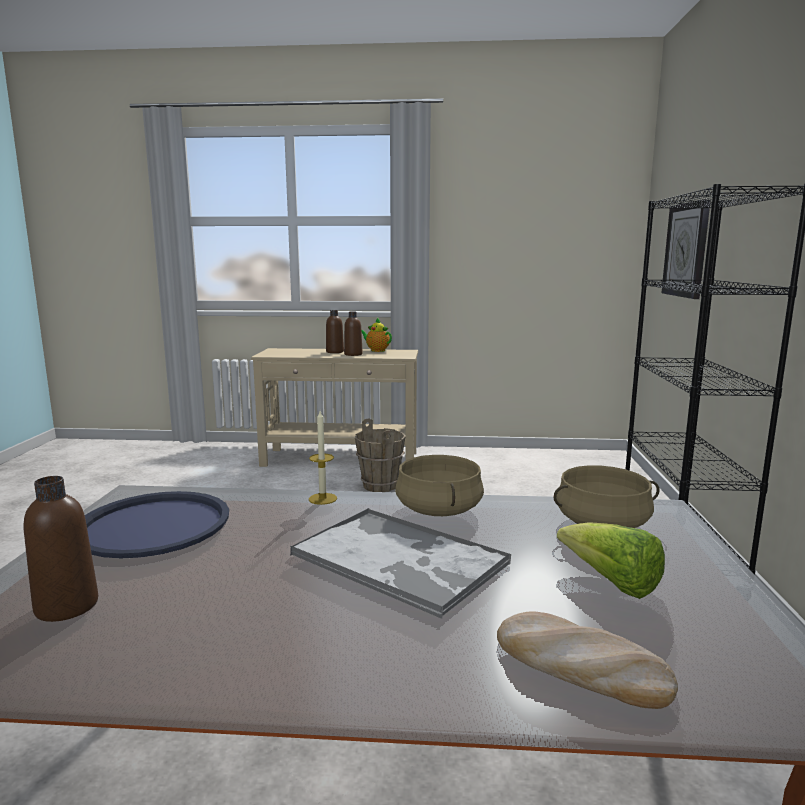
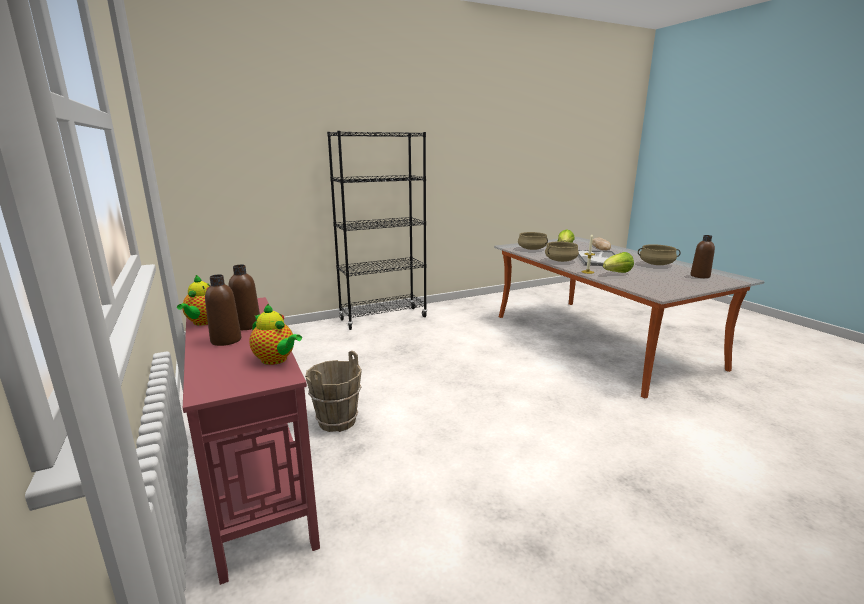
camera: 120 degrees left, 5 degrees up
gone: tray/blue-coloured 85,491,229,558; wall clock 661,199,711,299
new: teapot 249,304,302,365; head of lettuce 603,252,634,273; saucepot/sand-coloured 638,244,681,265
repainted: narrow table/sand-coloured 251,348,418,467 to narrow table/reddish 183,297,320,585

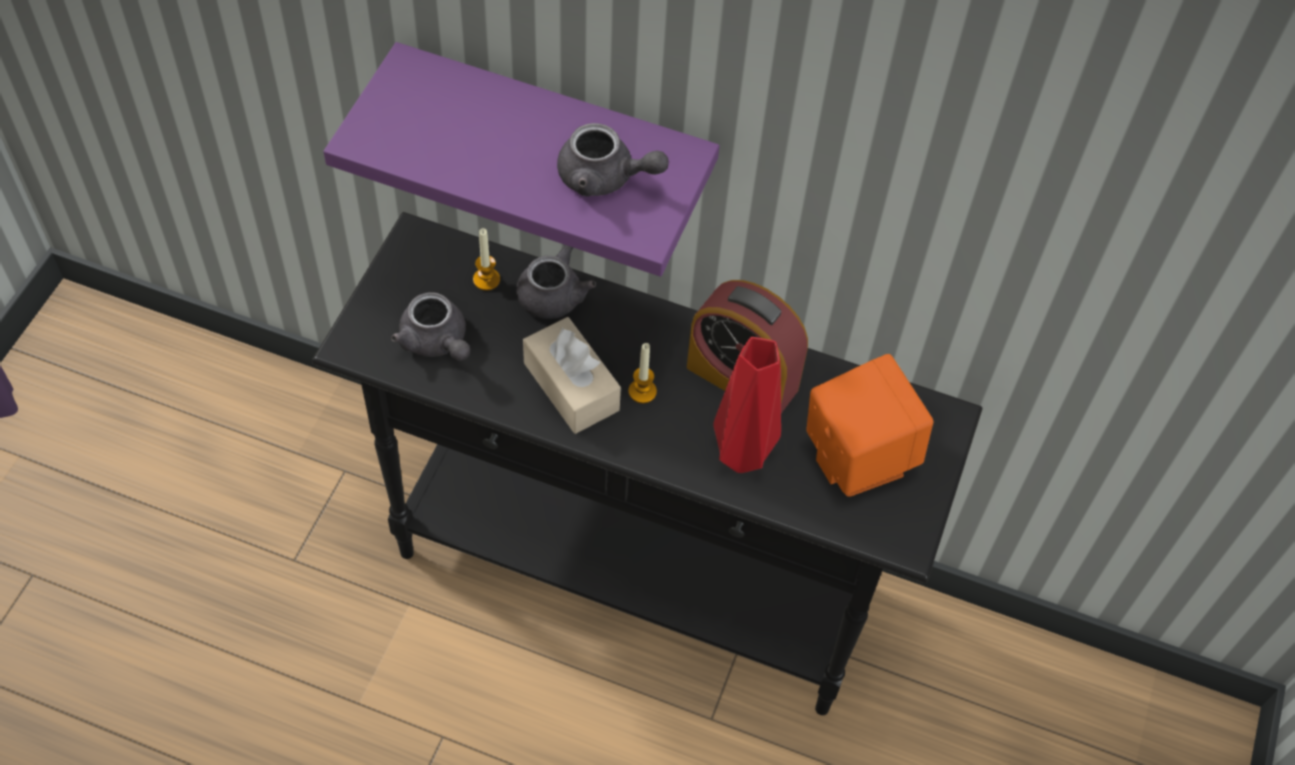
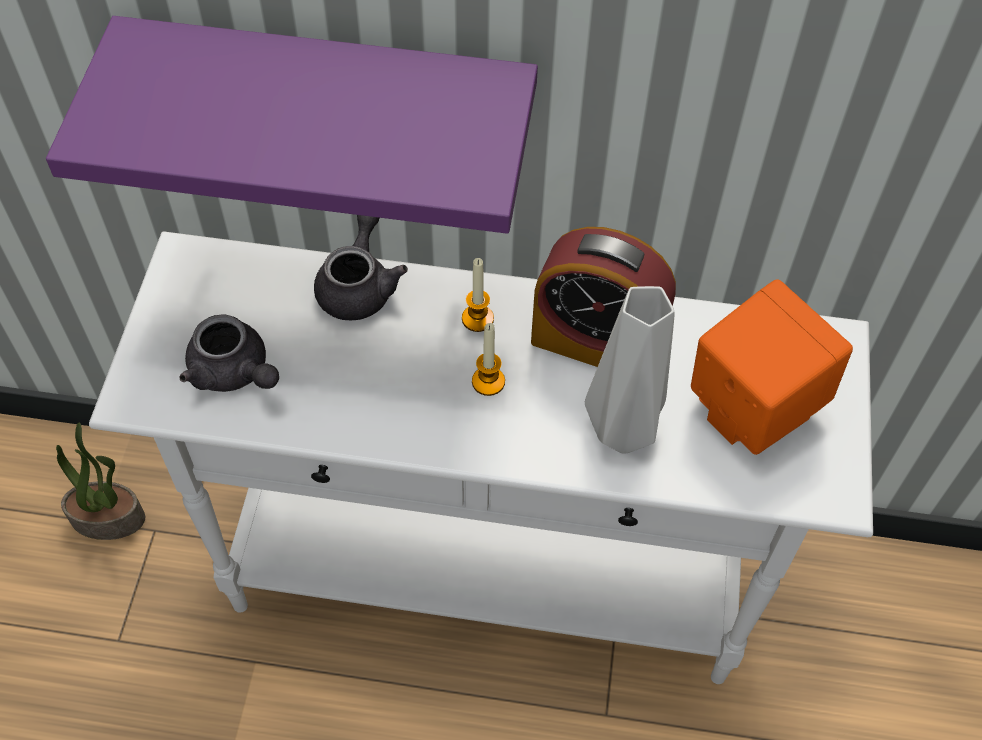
camera: 10 degrees left, 0 degrees up
gone: tissue holder/sand-coloured 523,317,621,434; teapot/gray 557,123,669,197
new: plant in a pot 56,423,145,540
shifted: candle 473,228,500,291 to 462,258,494,332
repainted: narrow table/black 312,212,983,715 to narrow table/white-coloured 89,232,873,684; decorative vase/reddish 713,337,781,473 to decorative vase/gray 585,286,675,454

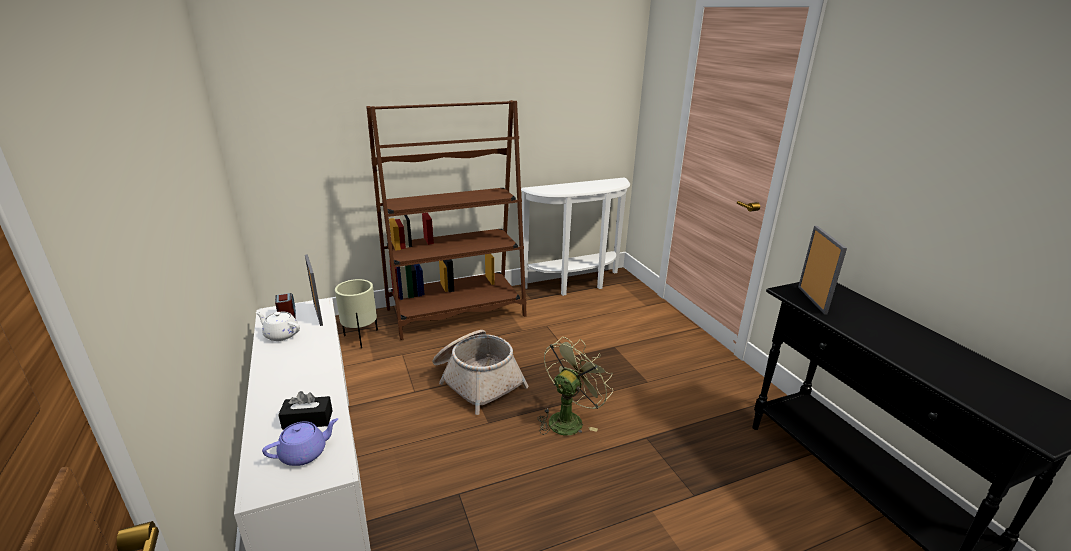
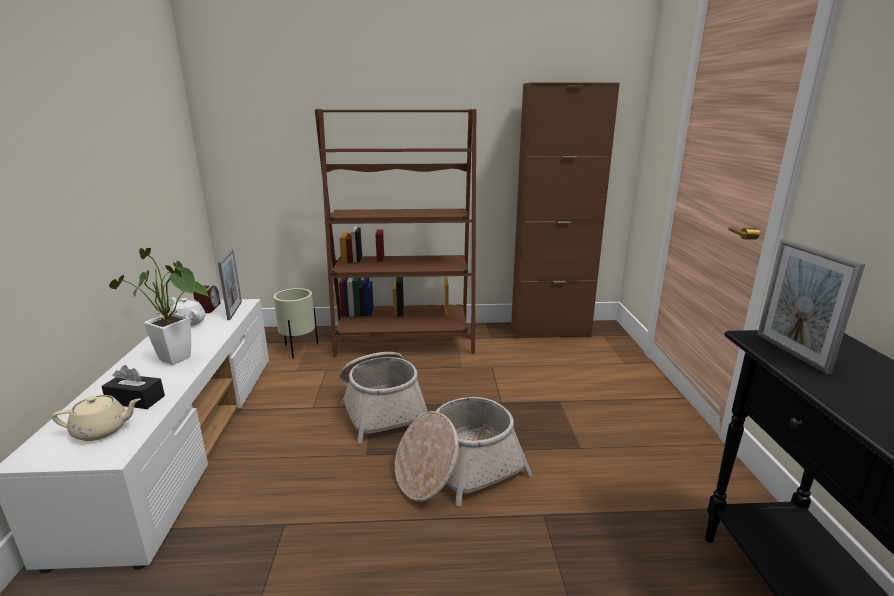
camera: 20 degrees right, 5 degrees down
new: plant in a pot 109,248,208,365
swapped: narrow table/white-coloured 521,177,630,296 to cabinet/brown-coloured 511,82,620,339; fan/green-coloured 538,337,613,436 to basket 395,397,532,507
repainted: teapot/purple 262,418,338,466 to teapot/sand-coloured 52,395,140,441
rotated: standing frame 798,226,847,315 = 757,239,865,374 150 degrees clockwise

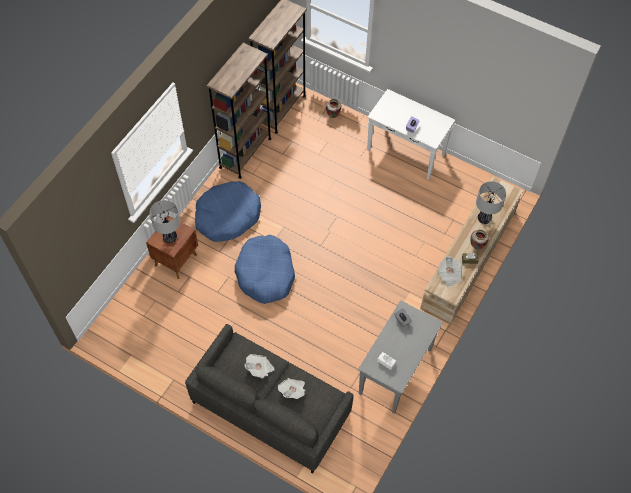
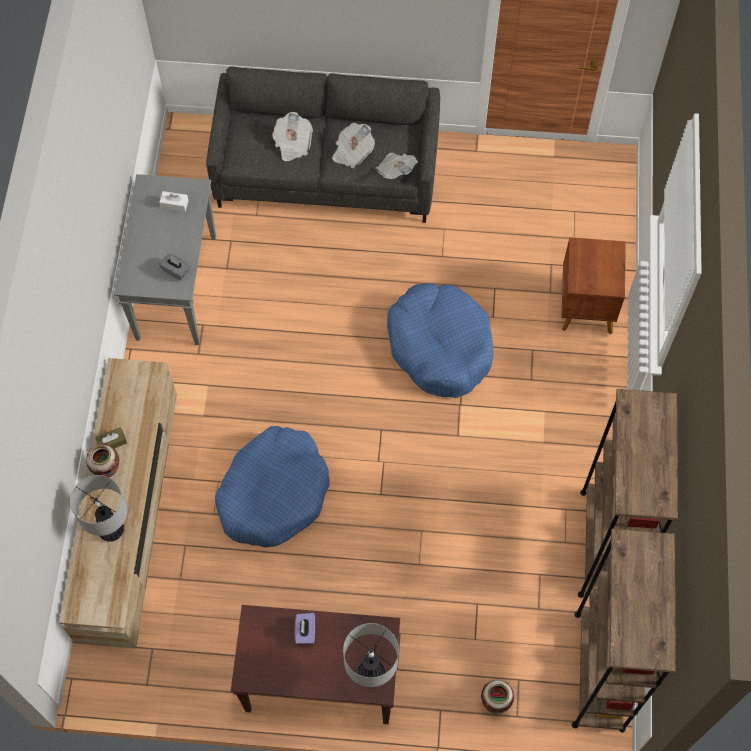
camera: 155 degrees right, 5 degrees up
shifted: table lamp 150,200,180,243 to 343,623,399,688; dog bed/blue-coloured 195,181,261,242 to 215,426,329,547; daily paper 438,256,463,288 to 375,153,418,179
repainted: narrow table/white-coloured 367,89,455,180 to narrow table/brown-coloured 231,605,400,724

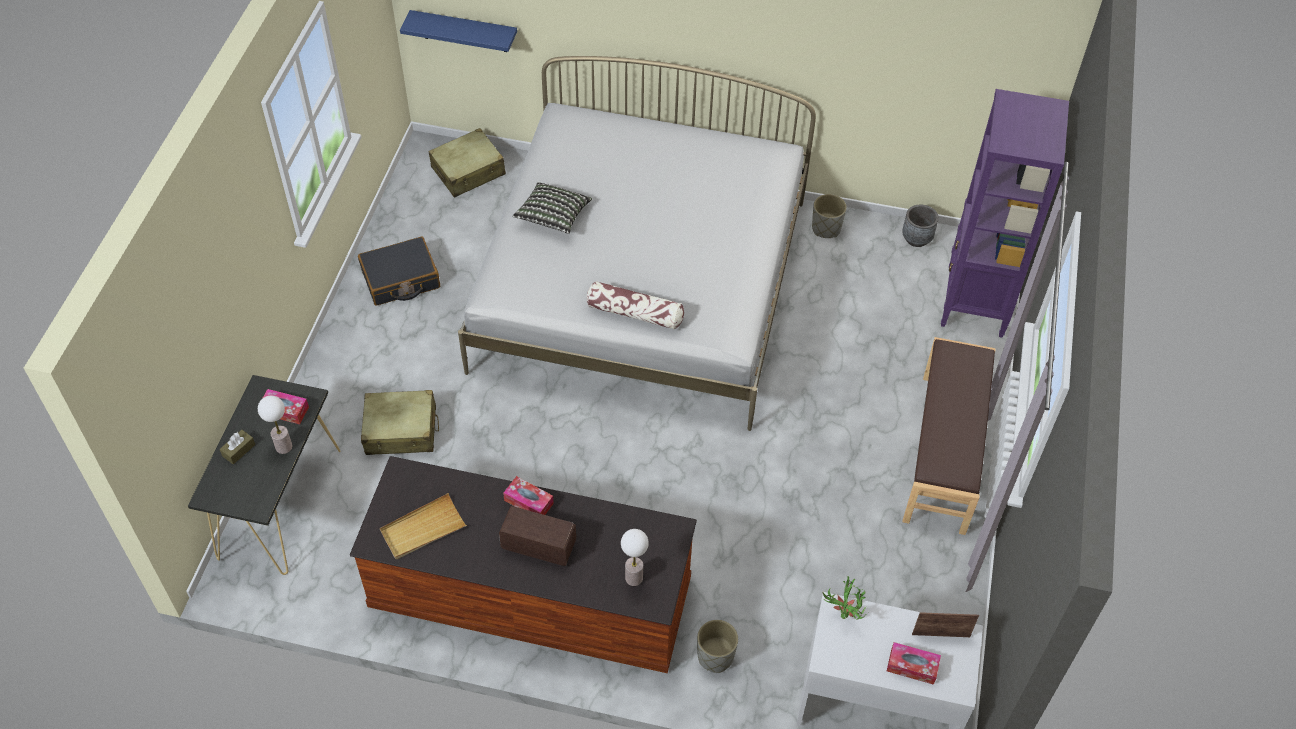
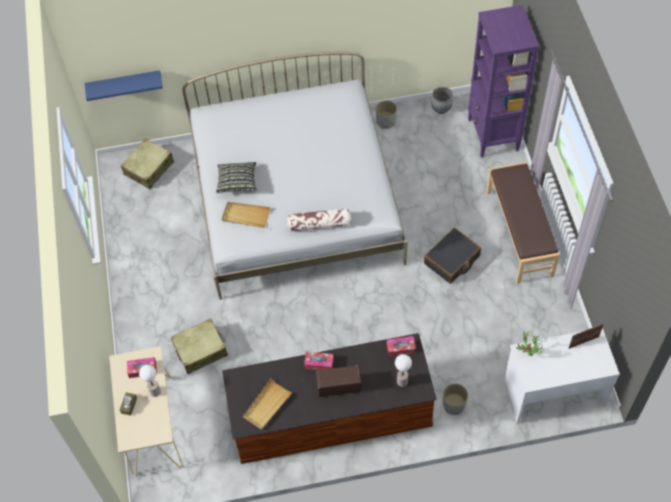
camera: 20 degrees left, 5 degrees up
new: tray/sand-coloured 222,202,270,228
shifted: travel case/black 358,237,440,306 to 424,228,481,284; tissue holder 887,642,941,685 to 386,336,416,357
repainted: narrow table/black 188,375,341,575 to narrow table/sand-coloured 109,346,182,476

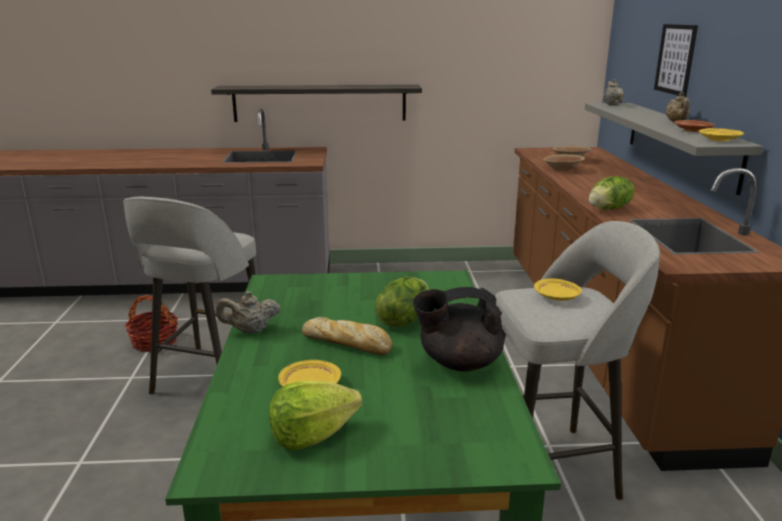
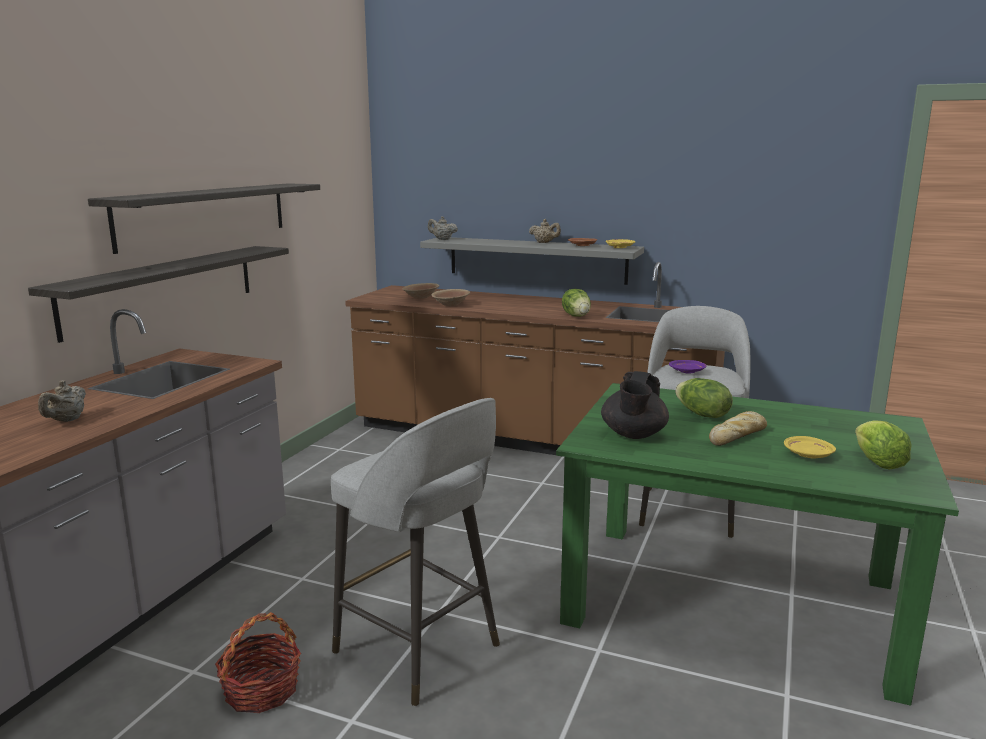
camera: 65 degrees left, 5 degrees down
gone: wall art 654,24,698,97
new: bracket shelf 88,183,320,254
shifted: teapot/sand-coloured 216,291,281,334 to 38,380,86,422; teapot/black 413,287,504,371 to 601,371,669,439
repainted: flat dish/yellowish 534,278,582,301 to flat dish/purple 669,360,707,374

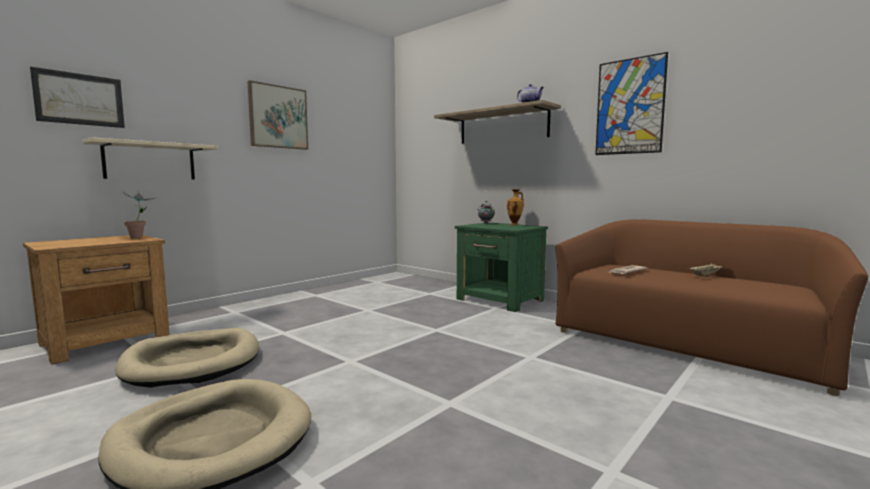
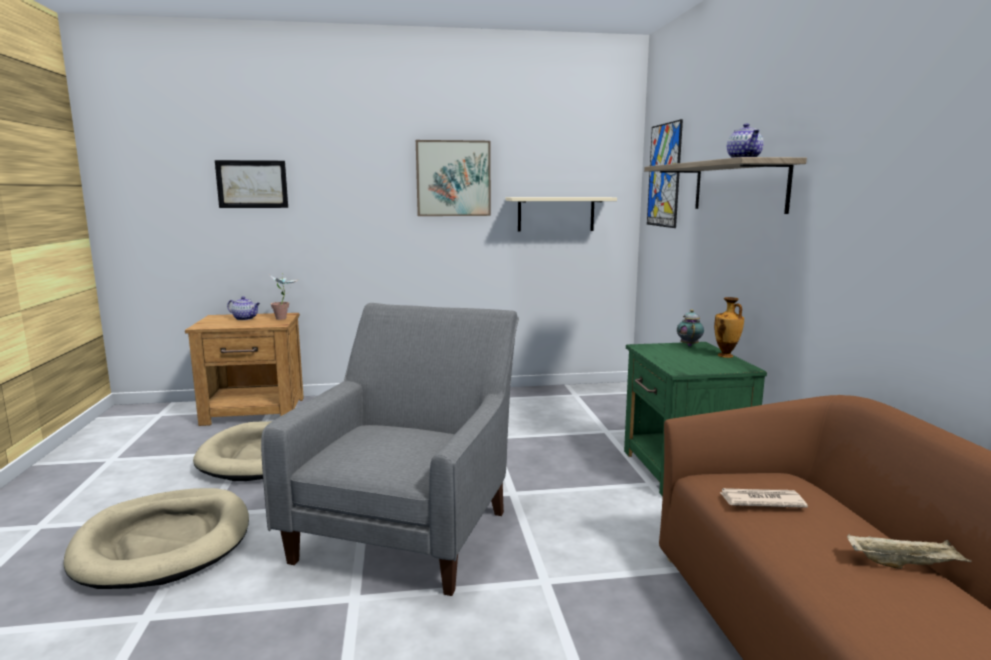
camera: 40 degrees right, 5 degrees up
new: teapot 227,296,260,320; easy chair/gray 261,303,519,596
shifted: bracket shelf/sand-coloured 82,137,218,180 to 506,197,617,232; wall art 595,52,668,155 to 647,119,683,228

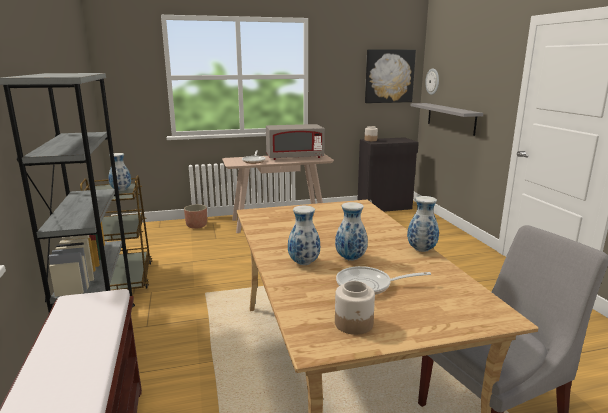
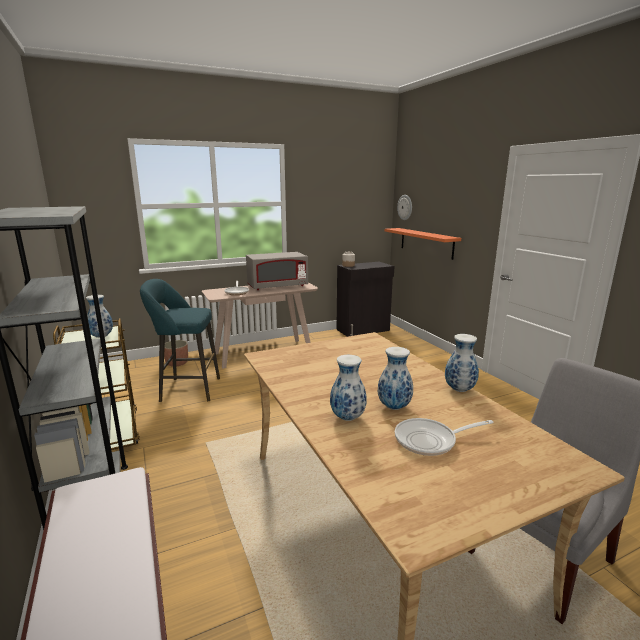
camera: 10 degrees left, 0 degrees up
gone: storage jar 335,281,375,335; wall art 365,49,416,103
new: stool/turquoise-coloured 140,279,220,402
repainted: bracket shelf/gray 410,103,483,136 to bracket shelf/orange 385,228,461,260

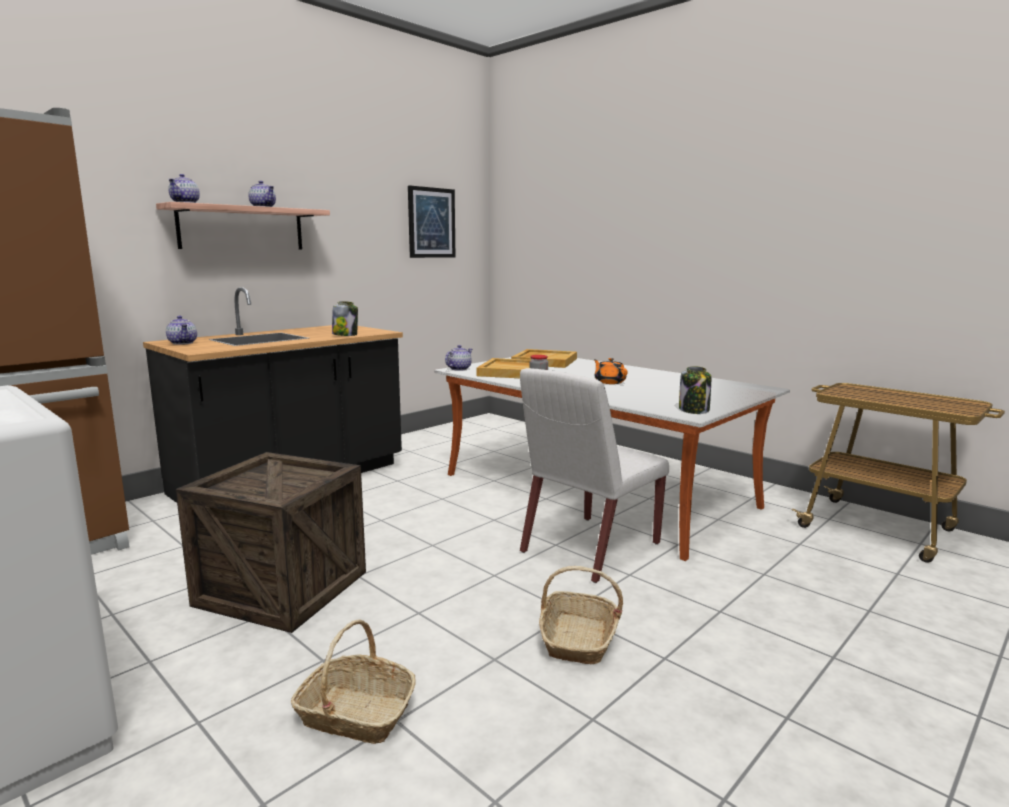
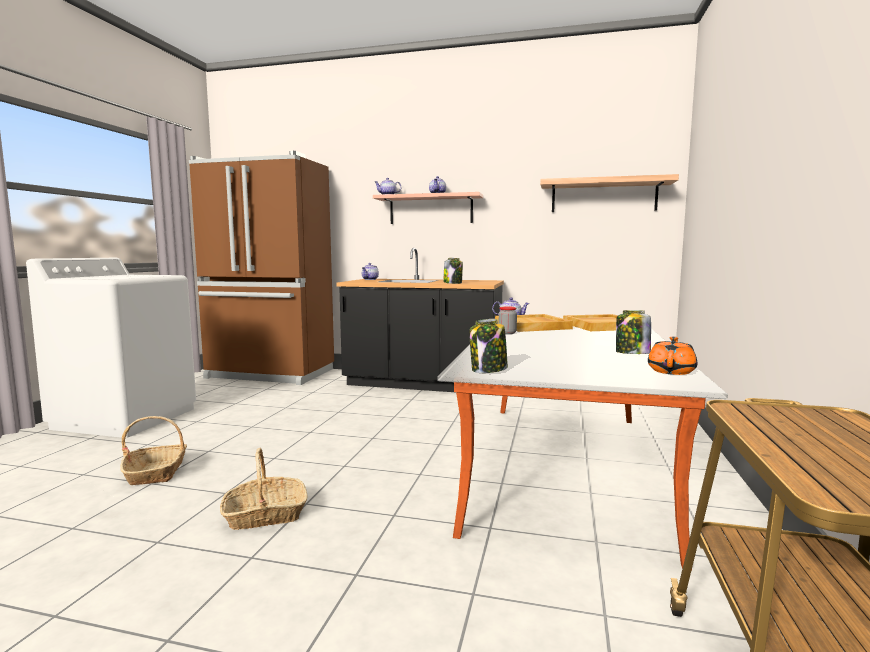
camera: 60 degrees right, 5 degrees down
gone: packing crate 176,452,366,633; upright chair/white-coloured 520,368,669,583
new: storage jar 616,310,651,354
shifted: teapot/orange 594,358,627,384 to 648,337,697,375
swapped: wall art 408,185,455,258 to bracket shelf 540,174,679,212

